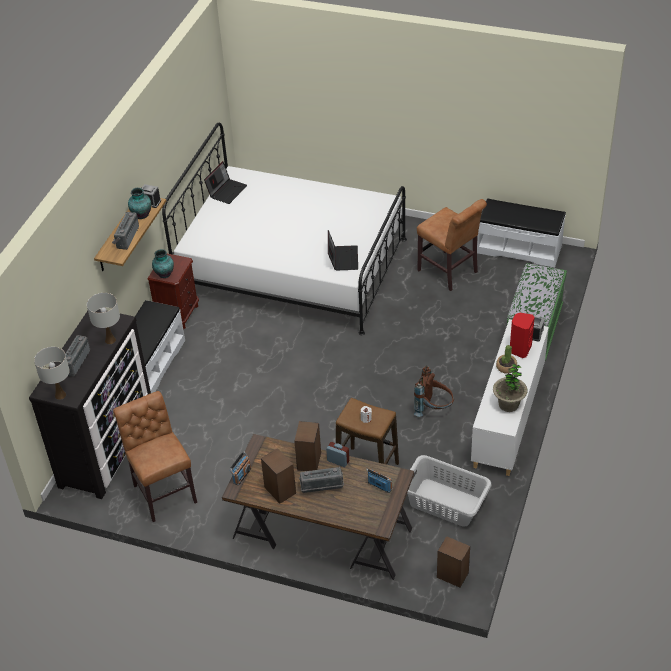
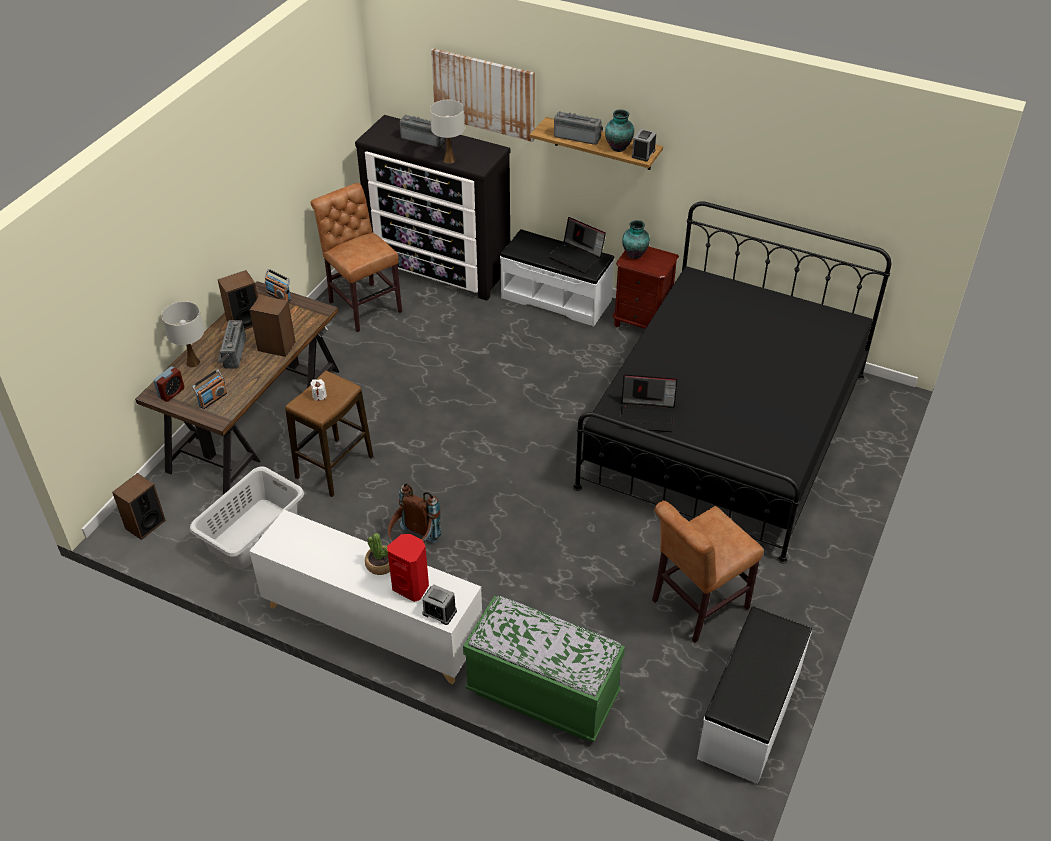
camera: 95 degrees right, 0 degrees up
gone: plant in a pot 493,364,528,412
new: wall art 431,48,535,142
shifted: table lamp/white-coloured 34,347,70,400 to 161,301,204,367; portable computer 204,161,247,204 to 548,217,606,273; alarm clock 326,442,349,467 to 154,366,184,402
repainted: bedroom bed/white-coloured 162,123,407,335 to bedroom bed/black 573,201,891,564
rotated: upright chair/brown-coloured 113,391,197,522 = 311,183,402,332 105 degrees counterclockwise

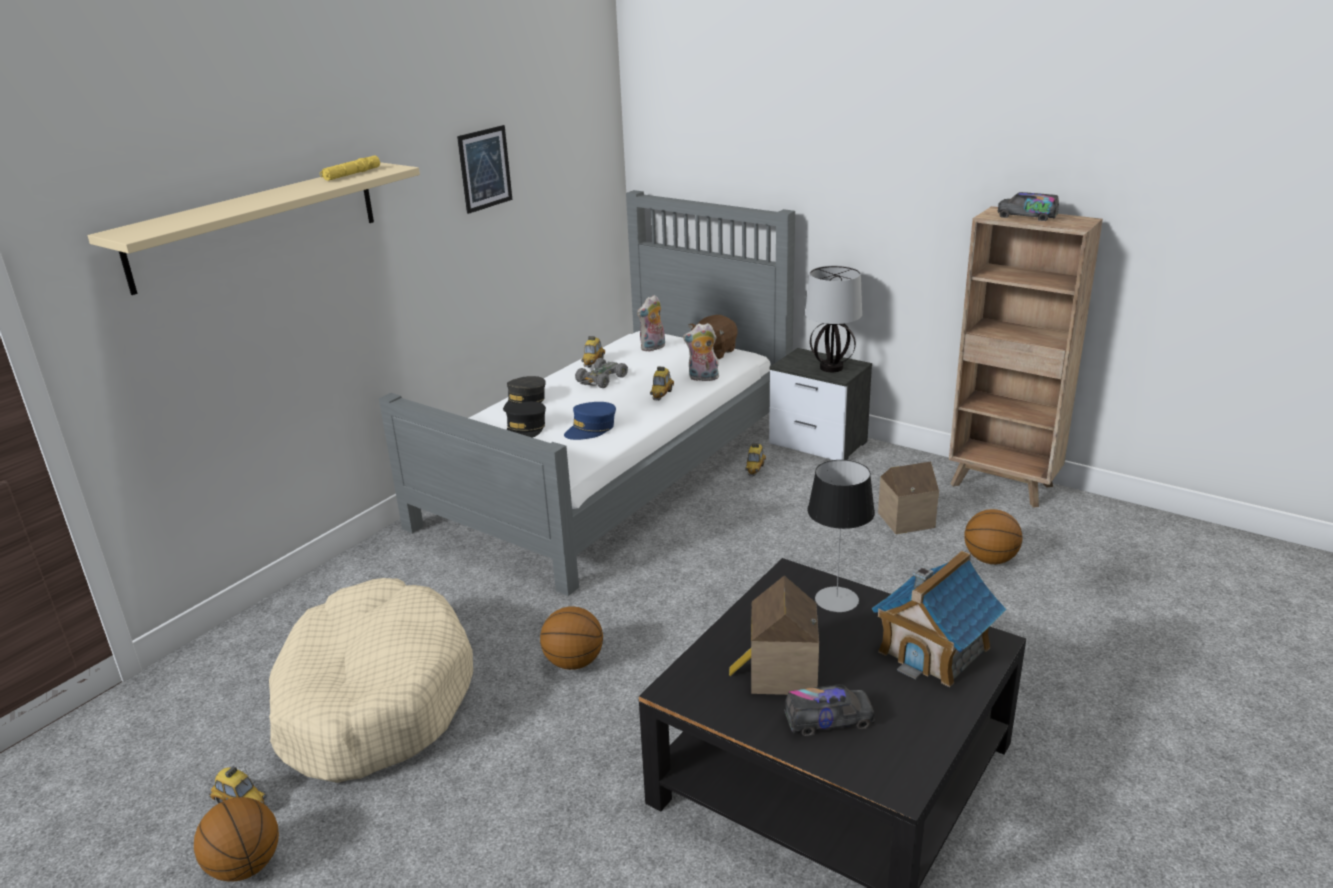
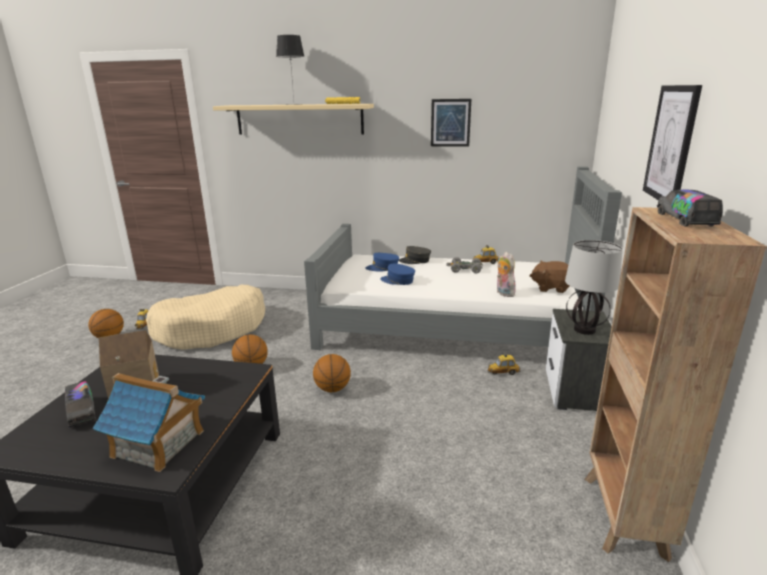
camera: 65 degrees right, 5 degrees down
gone: soft toy 637,295,665,352; model car 650,366,674,400; toy house 878,462,939,534
new: wall art 643,85,702,200
shifted: table lamp 807,460,875,612 to 276,35,304,105; ball for basketball 964,509,1022,564 to 313,354,351,392
repainted: baseball cap/black 506,401,546,438 to baseball cap/blue-coloured 365,253,399,272

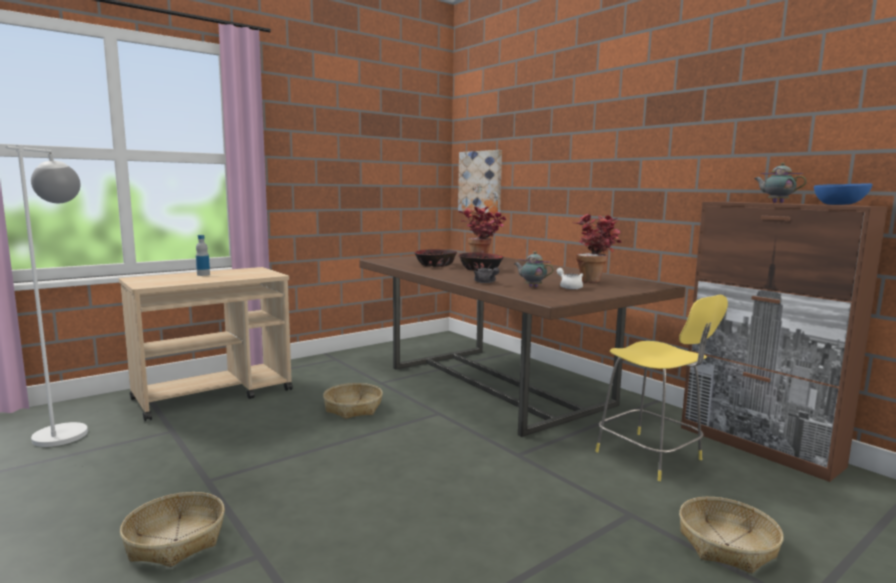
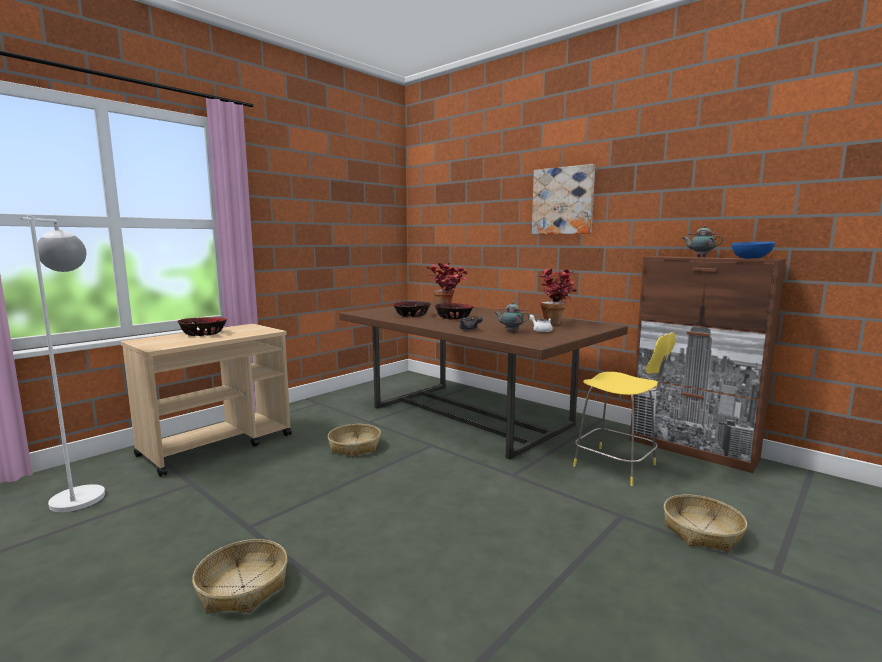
camera: 10 degrees left, 0 degrees up
shifted: wall art 458,150,502,214 to 532,164,595,234
swapped: bottle 196,235,210,276 to deep dish 177,317,227,336

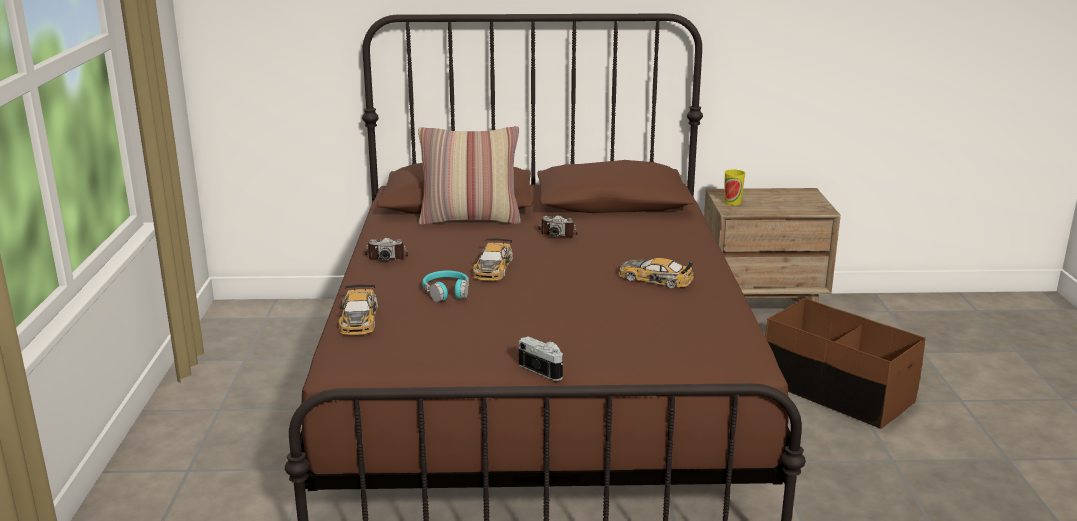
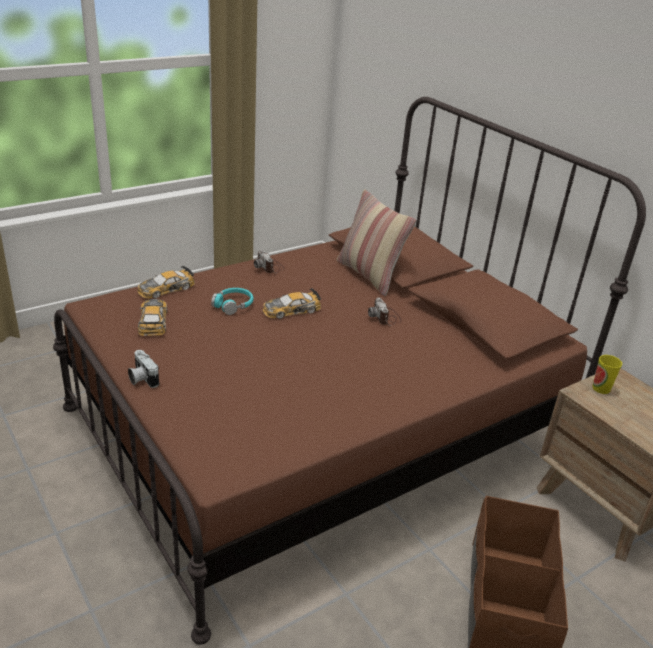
camera: 55 degrees right, 10 degrees up
shifted: model car 619,258,694,288 to 138,299,167,336
rotated: photo camera 519,336,563,381 = 128,350,159,388 135 degrees clockwise

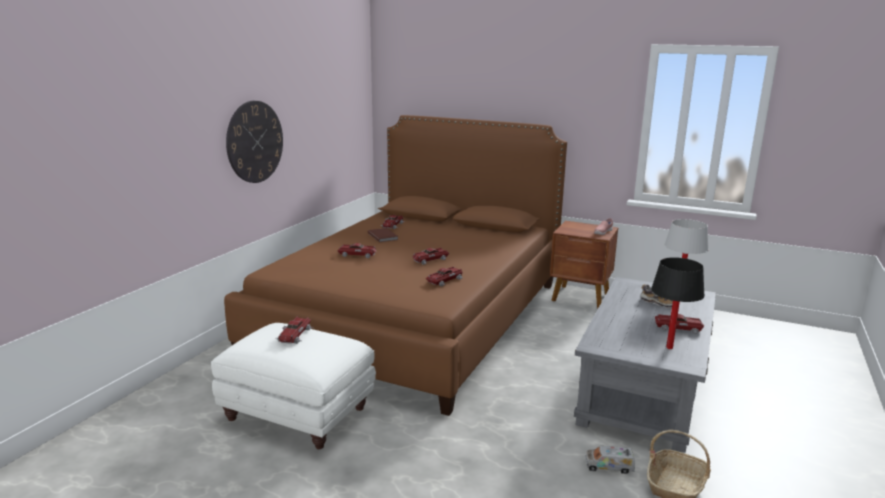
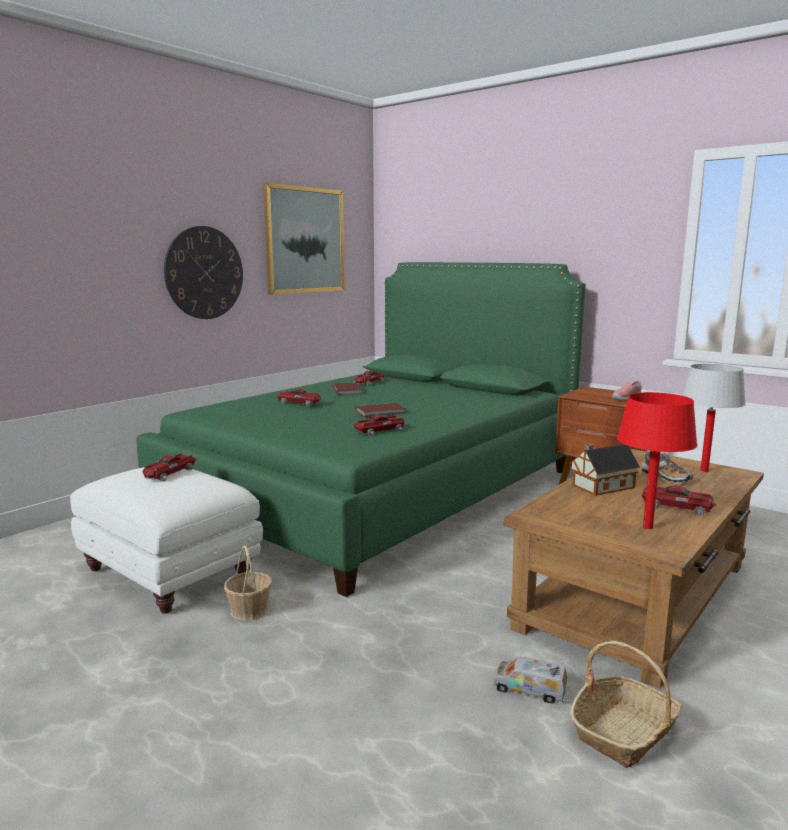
camera: 15 degrees right, 5 degrees down
new: basket 224,545,272,621; wall art 263,183,345,295; toy house 570,443,640,496
swapped: model car 413,248,449,265 to volume/brown-coloured 355,403,405,417
repainted: bedroom bed/brown-coloured 224,115,567,416 to bedroom bed/green-coloured 136,262,586,597; lounge table/gray 574,277,716,453 to lounge table/brown-coloured 503,449,764,689; table lamp/black 651,257,705,349 to table lamp/reddish 617,392,697,529

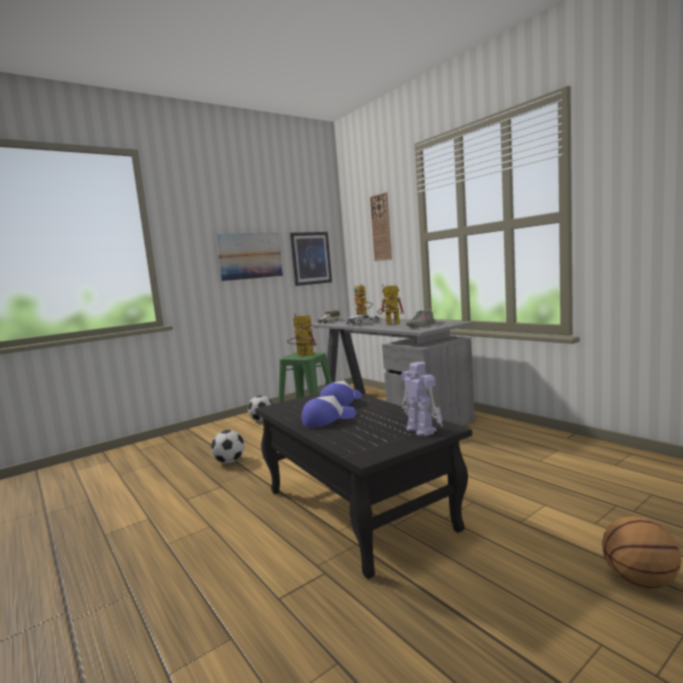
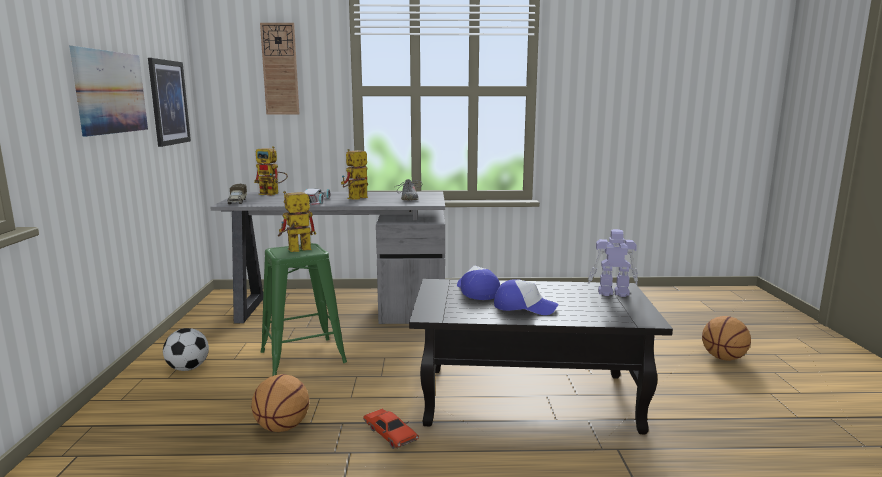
camera: 55 degrees left, 5 degrees up
new: model car/reddish 363,409,419,449
swapped: football ball 211,430,244,463 to ball for basketball 251,374,309,432
rotated: baseball cap 301,395,356,427 = 494,279,558,315 105 degrees clockwise

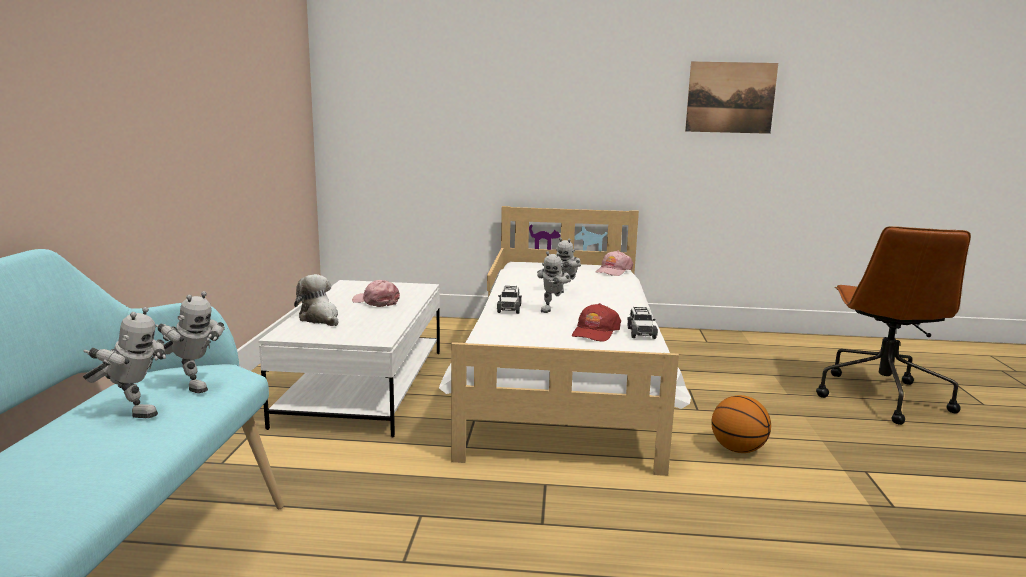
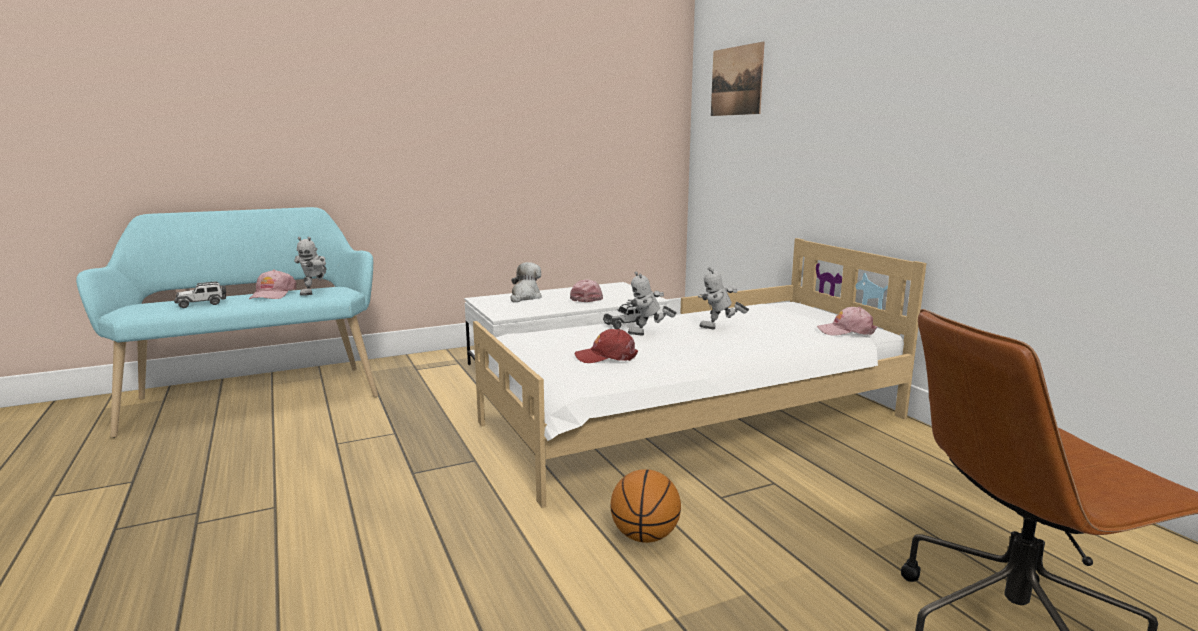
camera: 60 degrees right, 0 degrees up
shifted: model car 627,307,658,339 to 174,281,226,308; wall art 685,62,778,134 to 711,41,765,116
swapped: toy robot 83,307,166,418 to baseball cap/pink 249,269,297,299

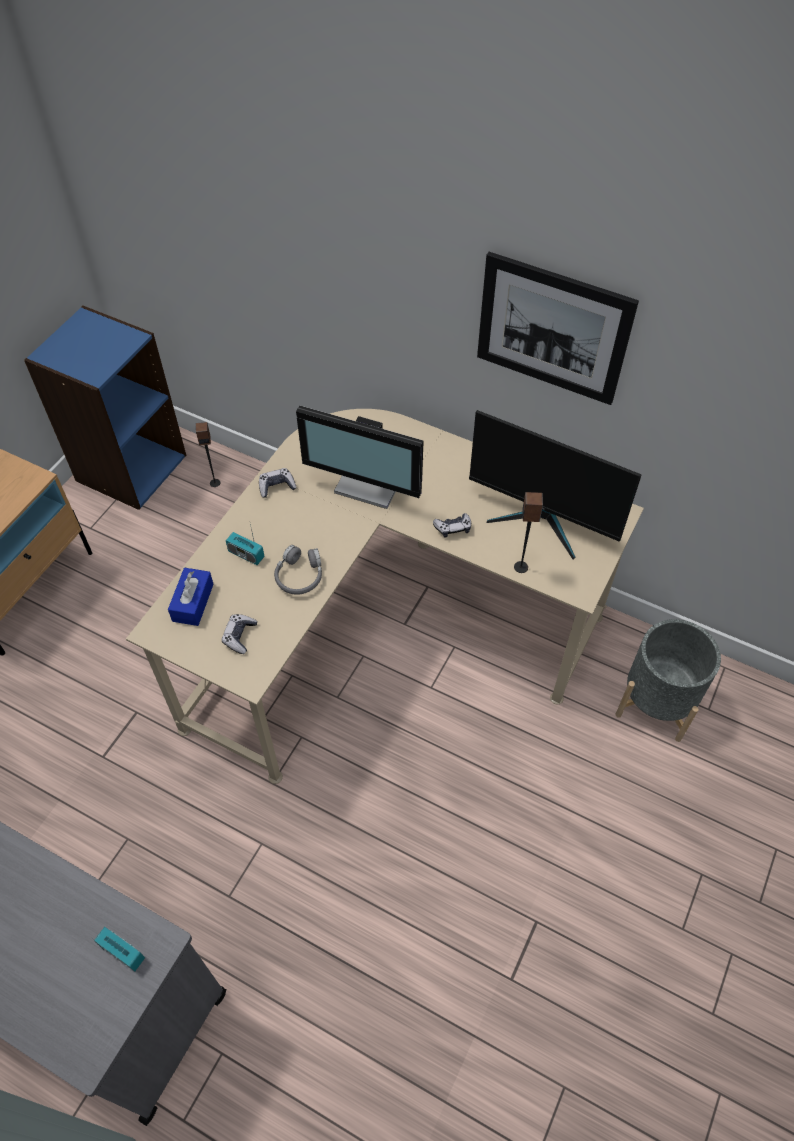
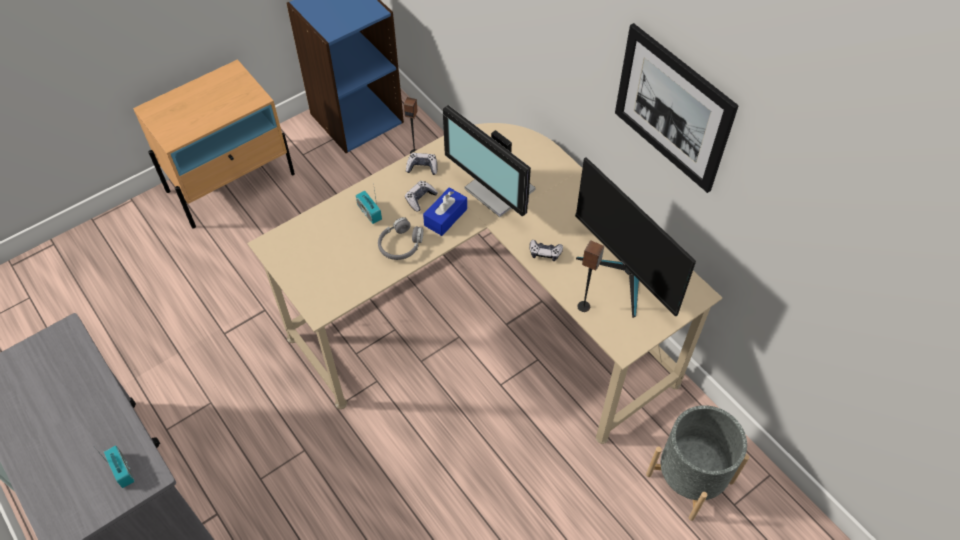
camera: 25 degrees right, 0 degrees up
shifted: tissue holder/blue-coloured 168,568,214,626 to 423,187,467,236; game controller 222,614,257,654 to 405,181,438,212

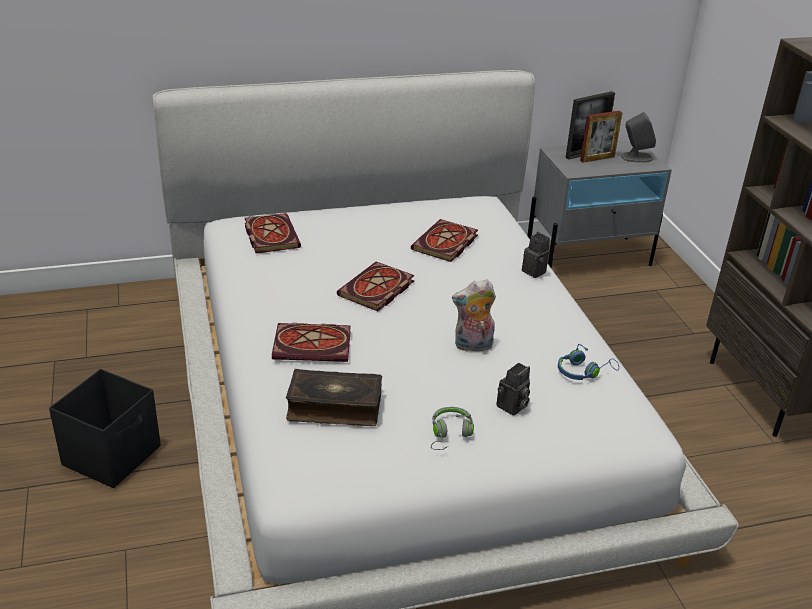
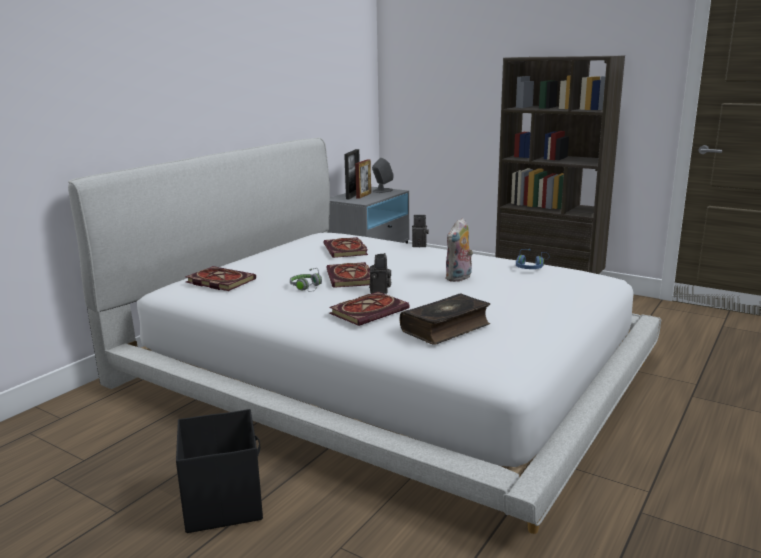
camera: 40 degrees left, 15 degrees down
shifted: headphones/gray 431,407,474,450 to 290,268,322,292; photo camera 497,363,530,416 to 369,253,391,294

